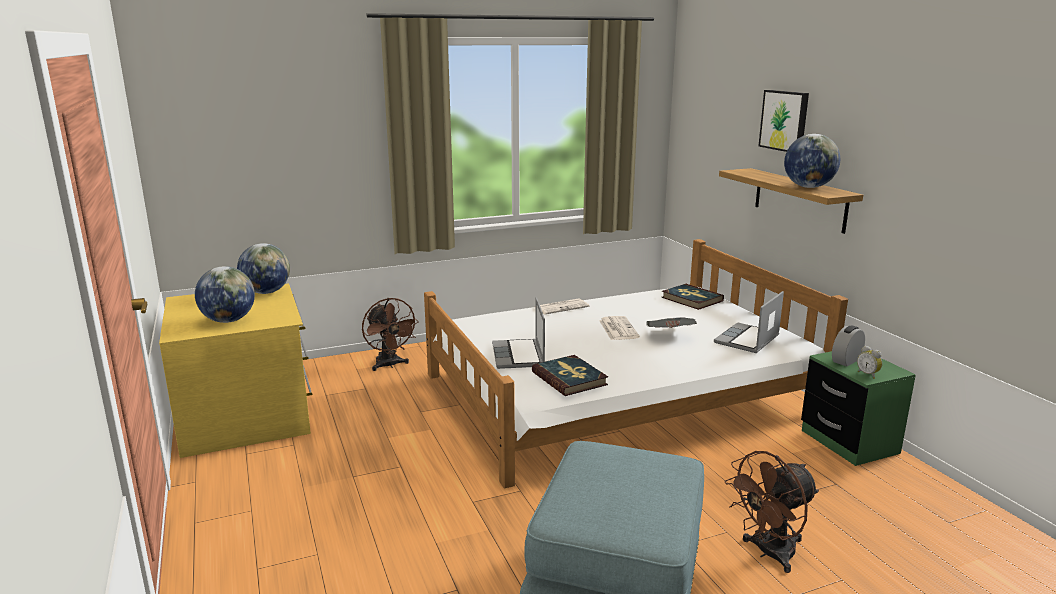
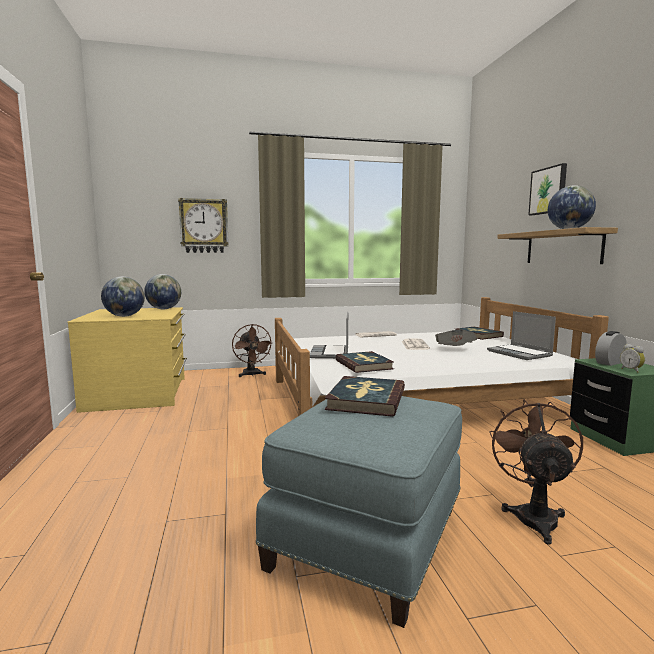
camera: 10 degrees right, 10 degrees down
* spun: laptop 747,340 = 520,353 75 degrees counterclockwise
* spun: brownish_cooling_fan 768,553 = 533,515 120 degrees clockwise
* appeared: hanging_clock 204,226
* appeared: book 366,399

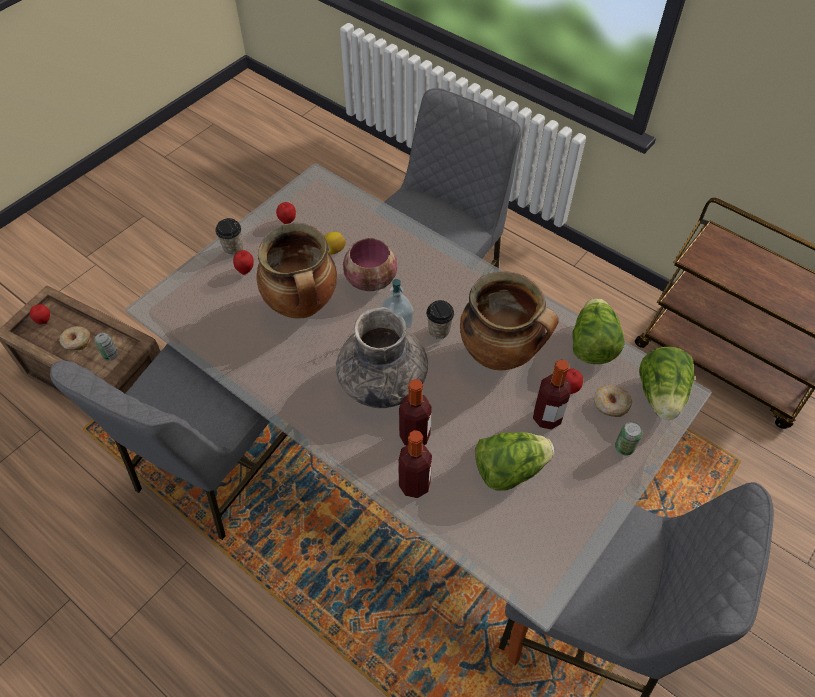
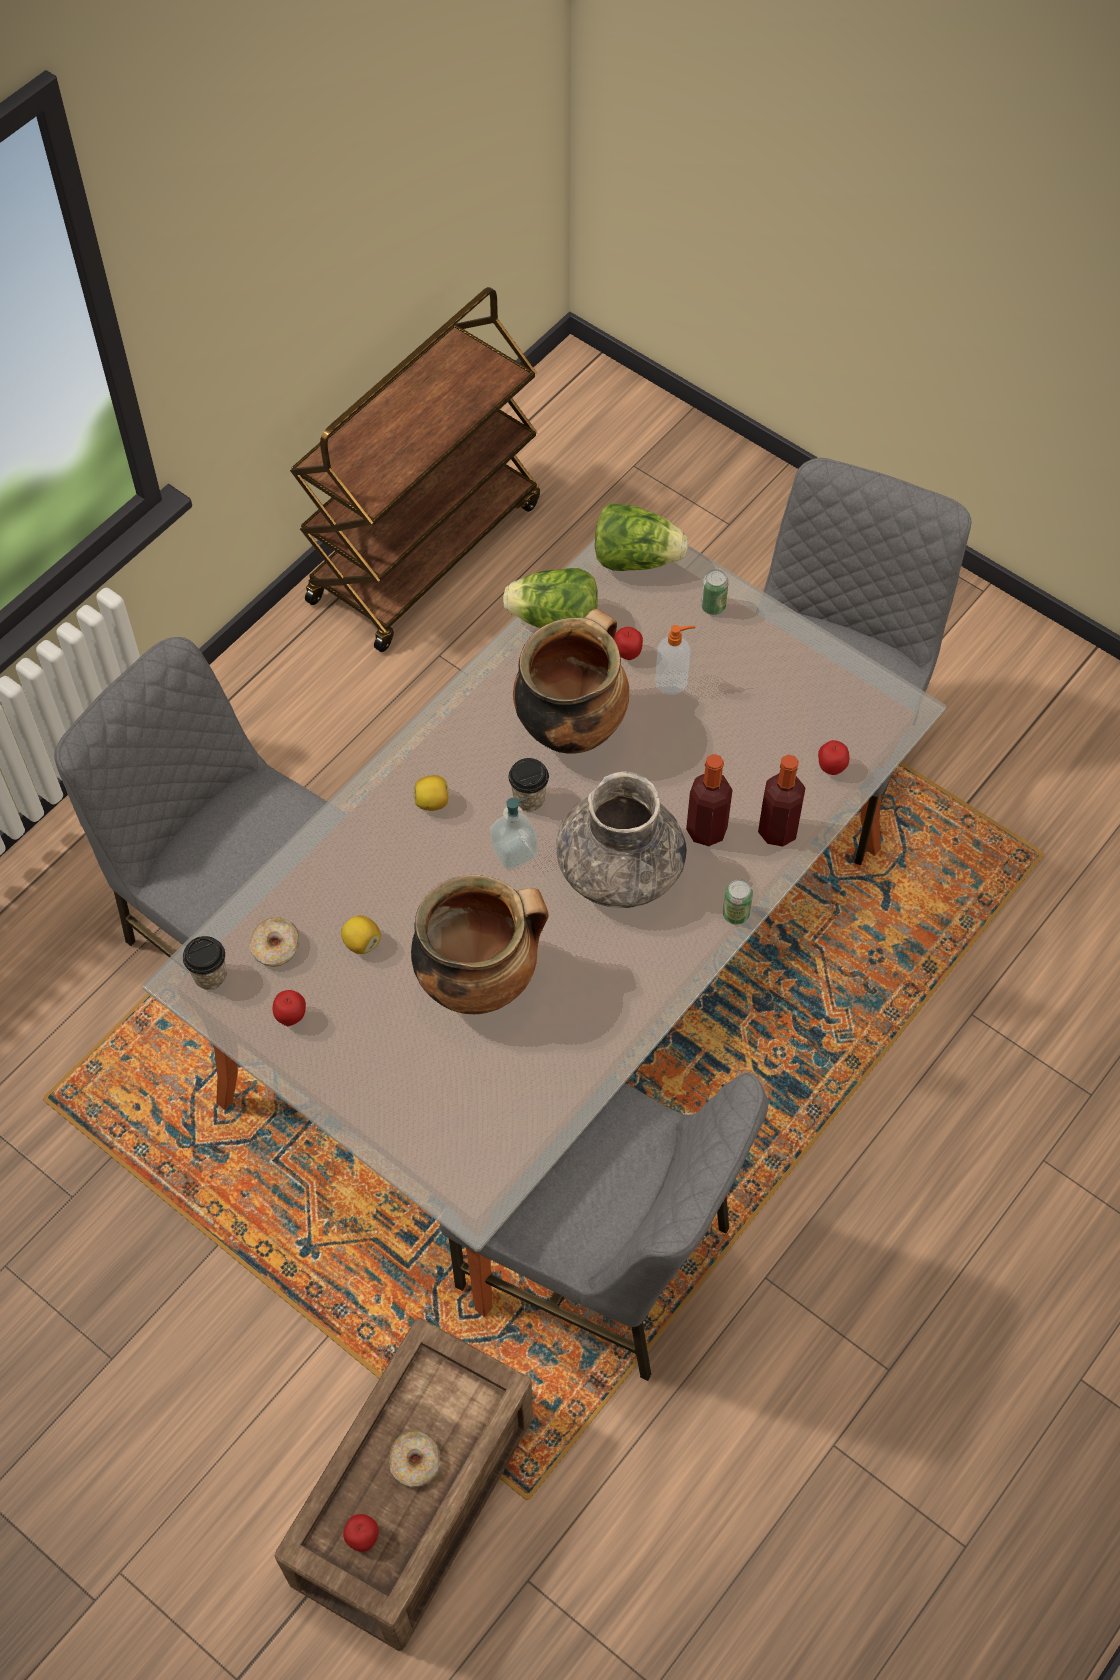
camera: 90 degrees left, 5 degrees up
* relocated: drinking_cup 233,248 to 210,976
* missing: bowl 372,281
* relocated: apple 245,270 to 831,768
* relocated: can 110,355 to 736,914
* exchanged: bottle 547,417 to soap_dispenser 672,682
* relocated: doughnut 610,404 to 276,947
* missing: lettuce_head 509,469
* appeared: whole_lemon 432,802

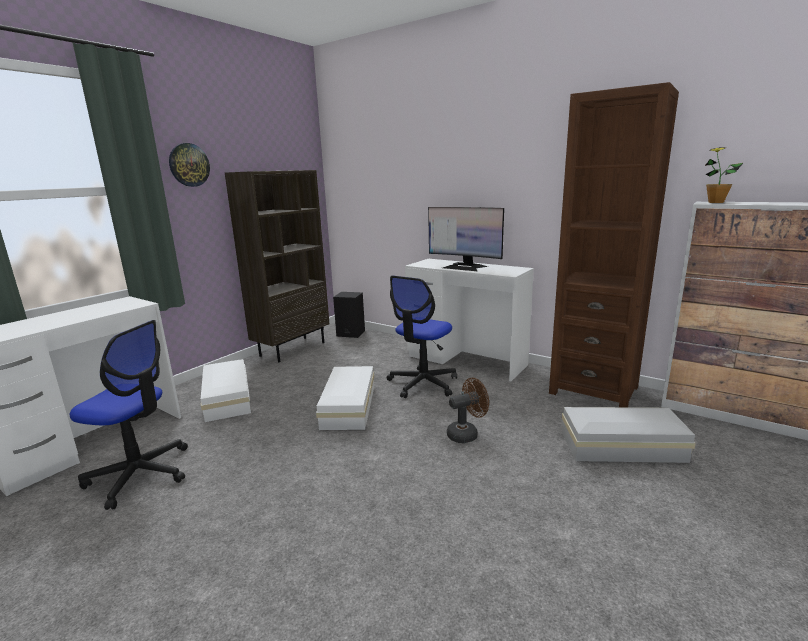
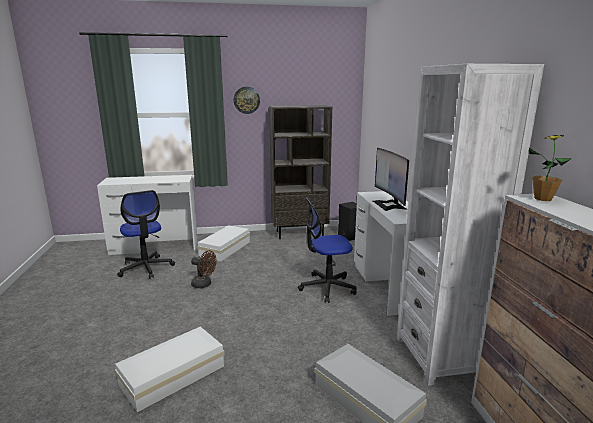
camera: 45 degrees right, 0 degrees up
* colour: brownish_shelving_unit 593,390 to whitish_shelving_unit 439,356
* relocated: whitish_storage_bin 347,407 to 171,376
* relocated: brownish_cooling_fan 466,434 to 204,284

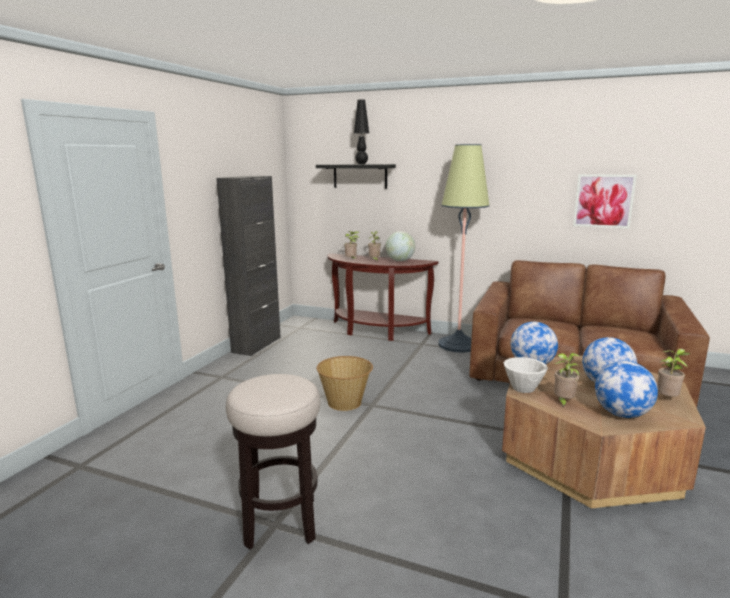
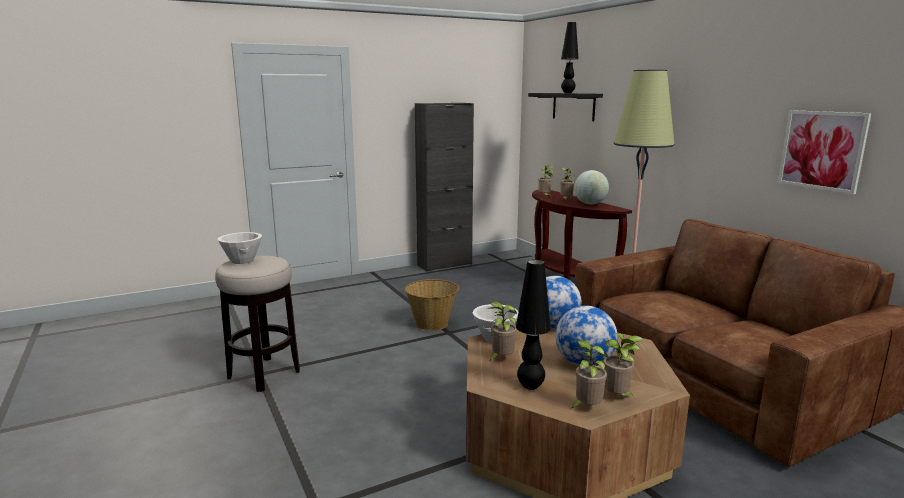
camera: 40 degrees right, 0 degrees up
* exchanged: desk_globe 621,414 to black_table_lamp 530,386
* appeared: whitish_bowl 242,260
* appeared: plant_in_a_pot 586,407

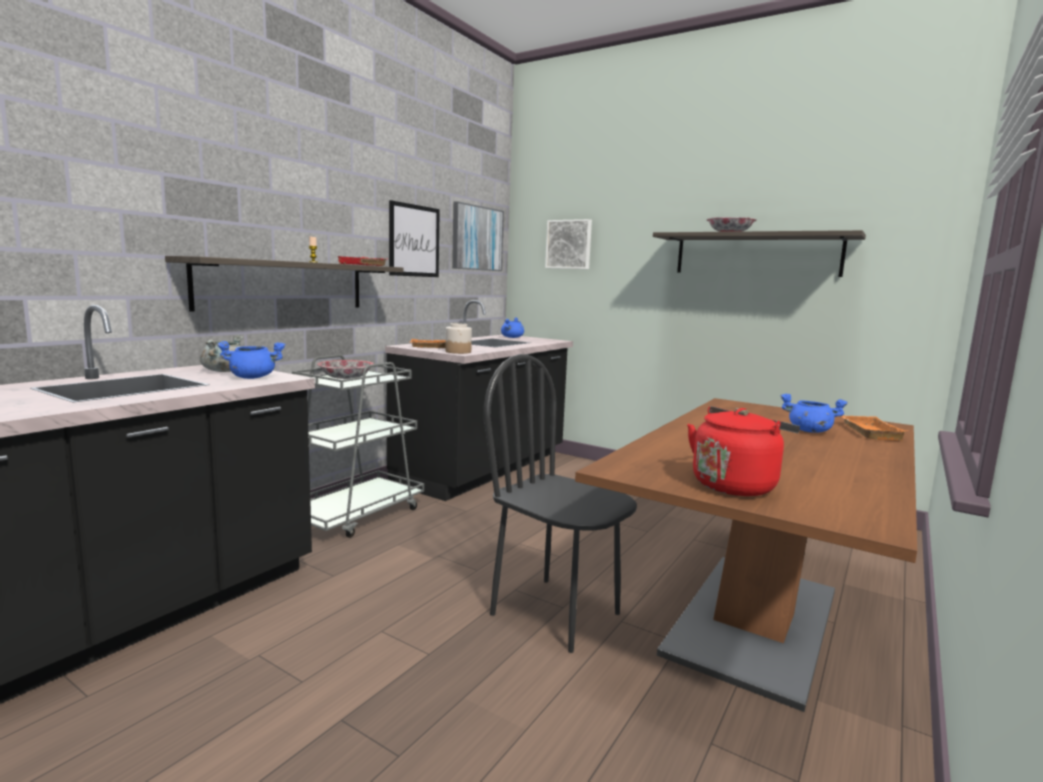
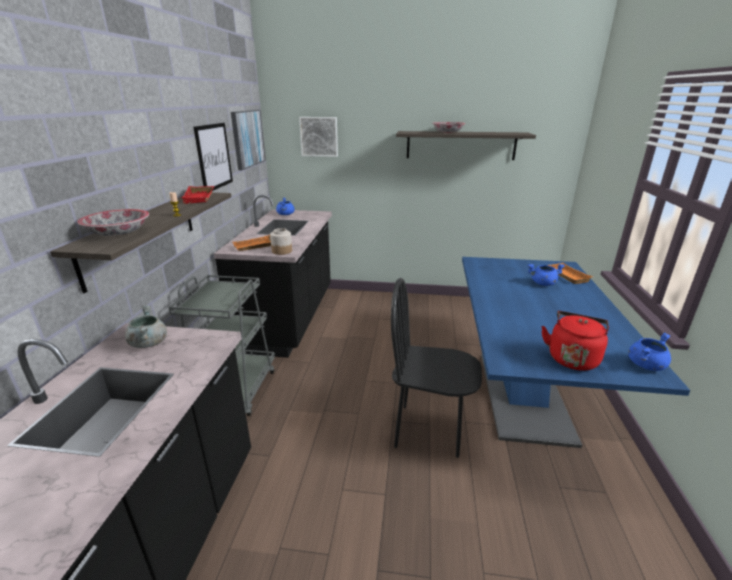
camera: 25 degrees left, 15 degrees up
* relocated: blue_saucepot 253,377 to 645,365
* relocated: bowl 346,378 to 118,233
* colour: brownish_dining_table 754,621 to blue_dining_table 523,395

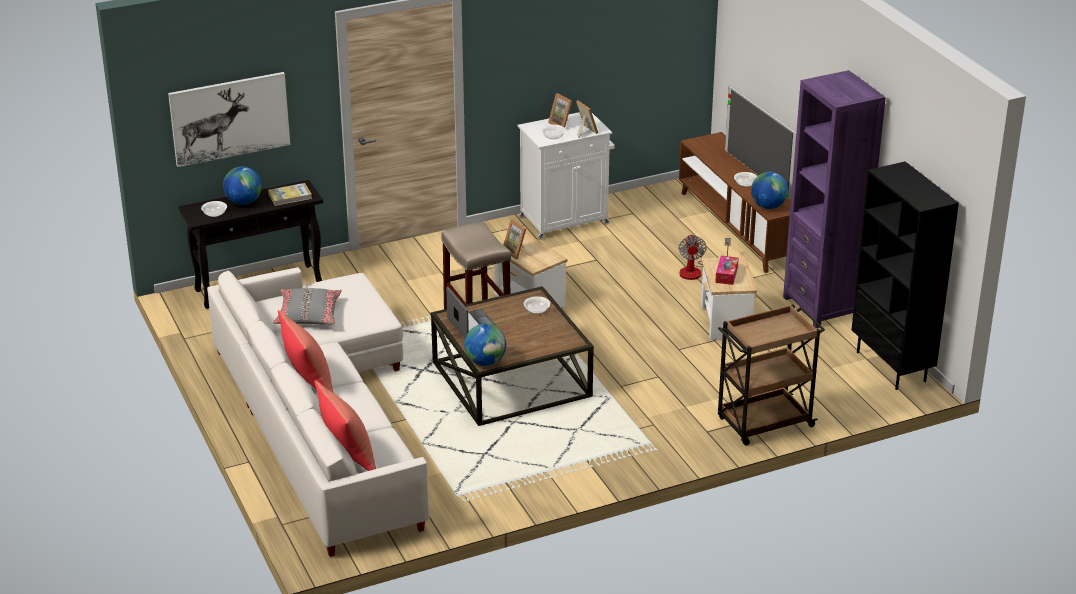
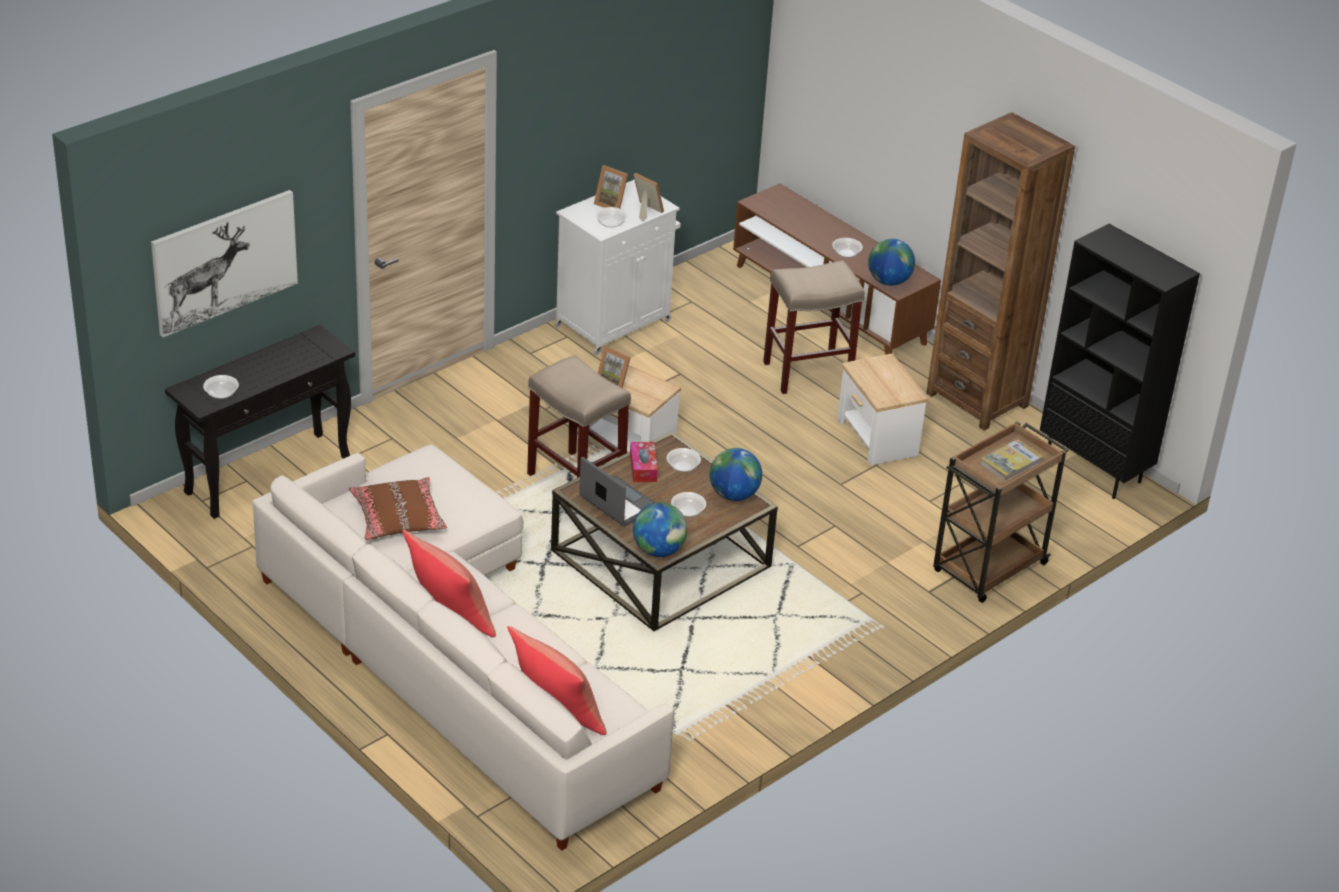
camera: 20 degrees left, 5 degrees up
* colour: purple_shelving_unit 822,306 to brownish_shelving_unit 977,400
* missing: television 757,174
* relocated: desk_globe 243,202 to 733,495
* relocated: book 290,196 to 1010,463
* exchanged: cooling_fan 697,271 to beige_stool_seat 808,372
* relocated: tissue_box 726,275 to 643,468
* colour: grey_cushion 308,314 to brownish_cushion 397,518
* appeared: bowl 688,511

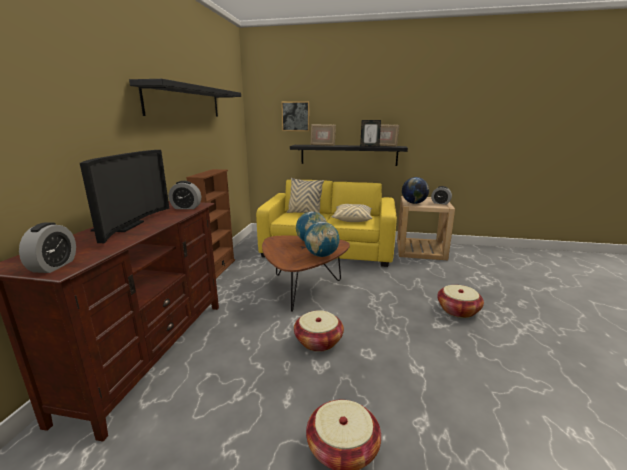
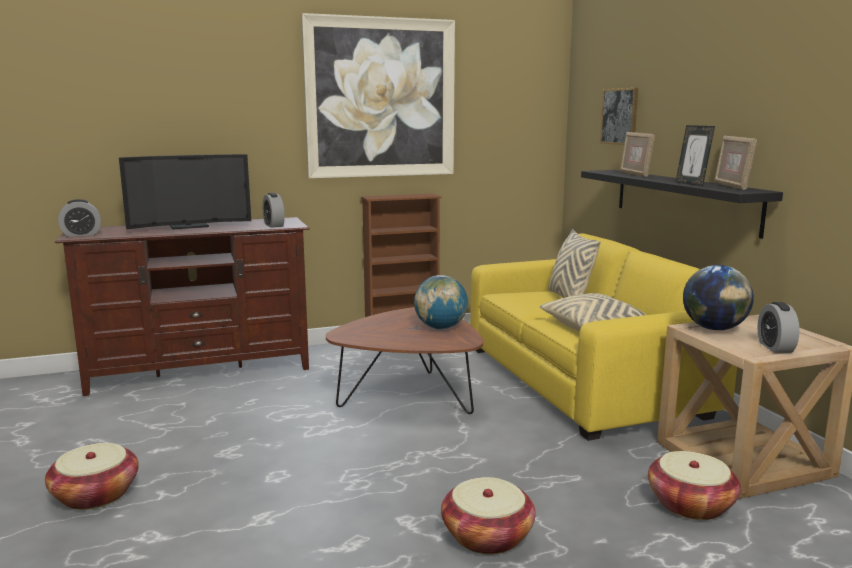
camera: 60 degrees right, 5 degrees down
* exchanged: black_bracket_shelf 185,102 to wall_picture 380,98
* missing: desk_globe 321,255
* relocated: household_basket 318,341 to 690,505

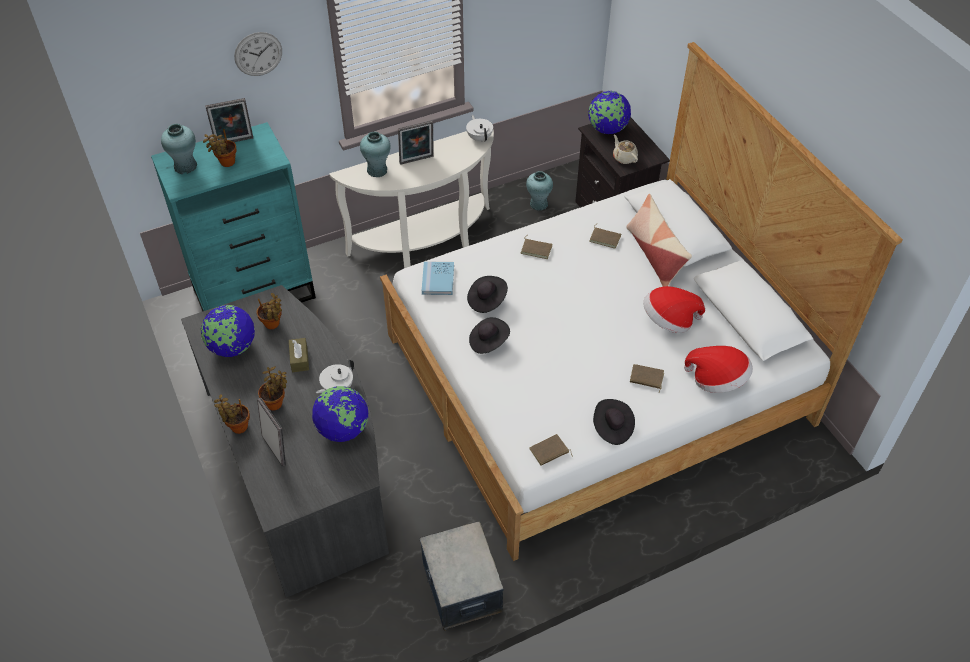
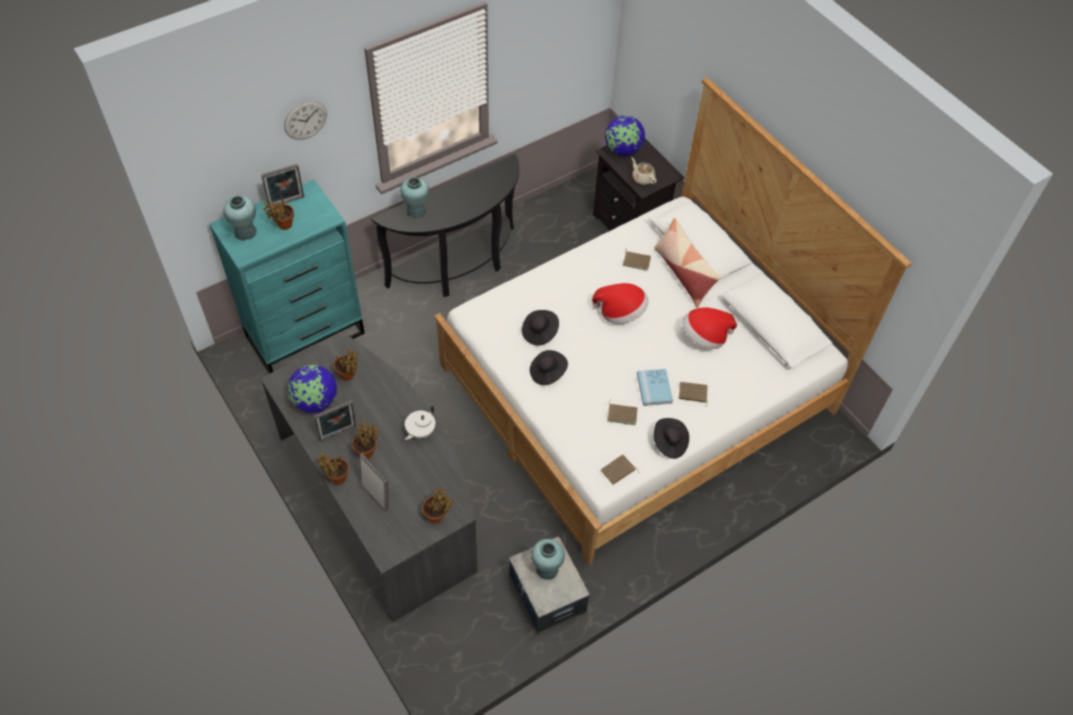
camera: 10 degrees left, 5 degrees up
* missing: whitish_teapot 479,138
* relocated: photo_frame 417,161 to 338,434
* colour: whitish_narrow_table 426,242 to black_narrow_table 459,268
* relocated: blue-green_vase 538,204 to 547,569
* relocated: brownish_book 536,249 to 622,414
* relocated: blue_book 438,279 to 654,388
* missing: brownish_tissue_box 299,359
* relocated: wearable_hat 717,380 to 620,312
* missing: desk_globe 343,429
* appeared: plant_in_a_pot 437,516

